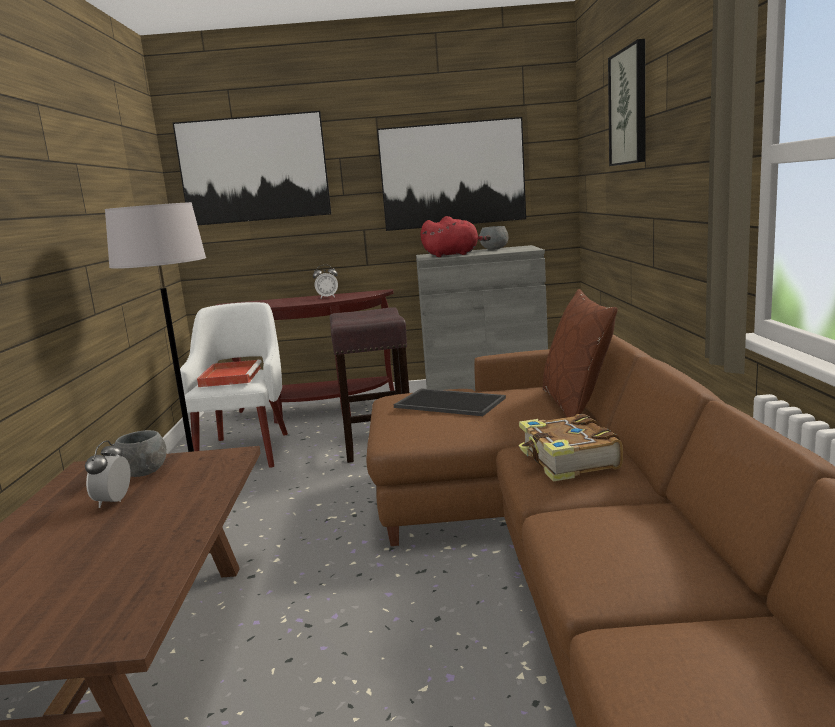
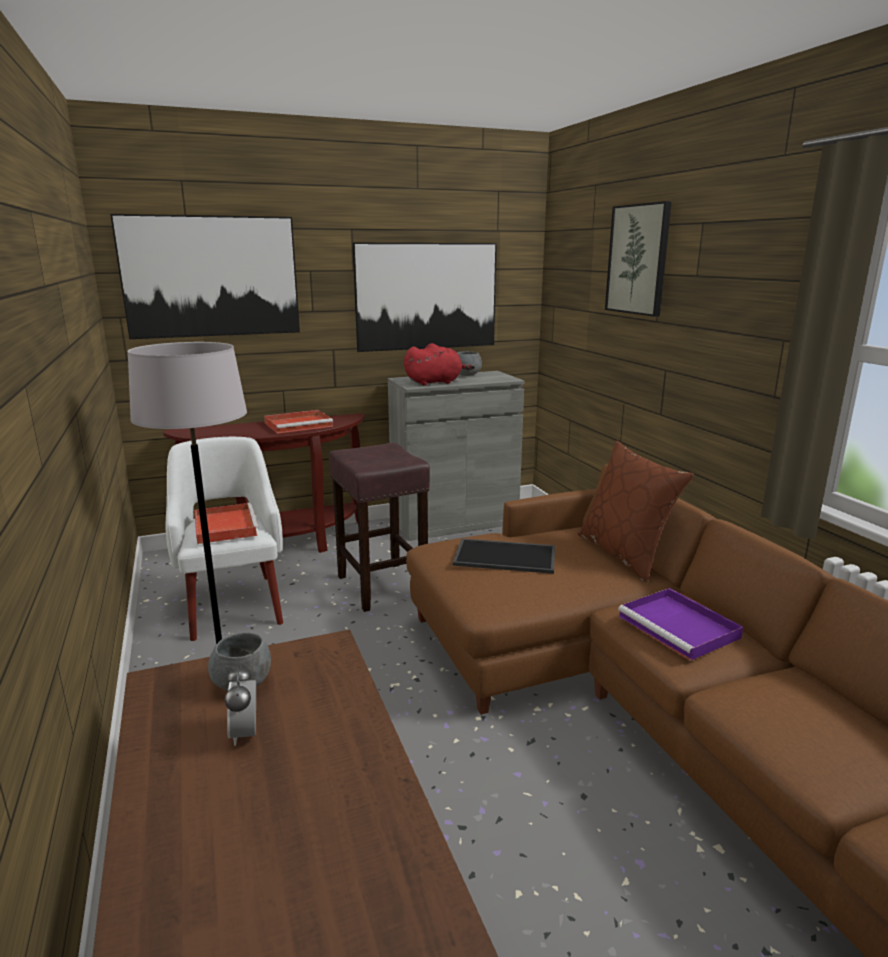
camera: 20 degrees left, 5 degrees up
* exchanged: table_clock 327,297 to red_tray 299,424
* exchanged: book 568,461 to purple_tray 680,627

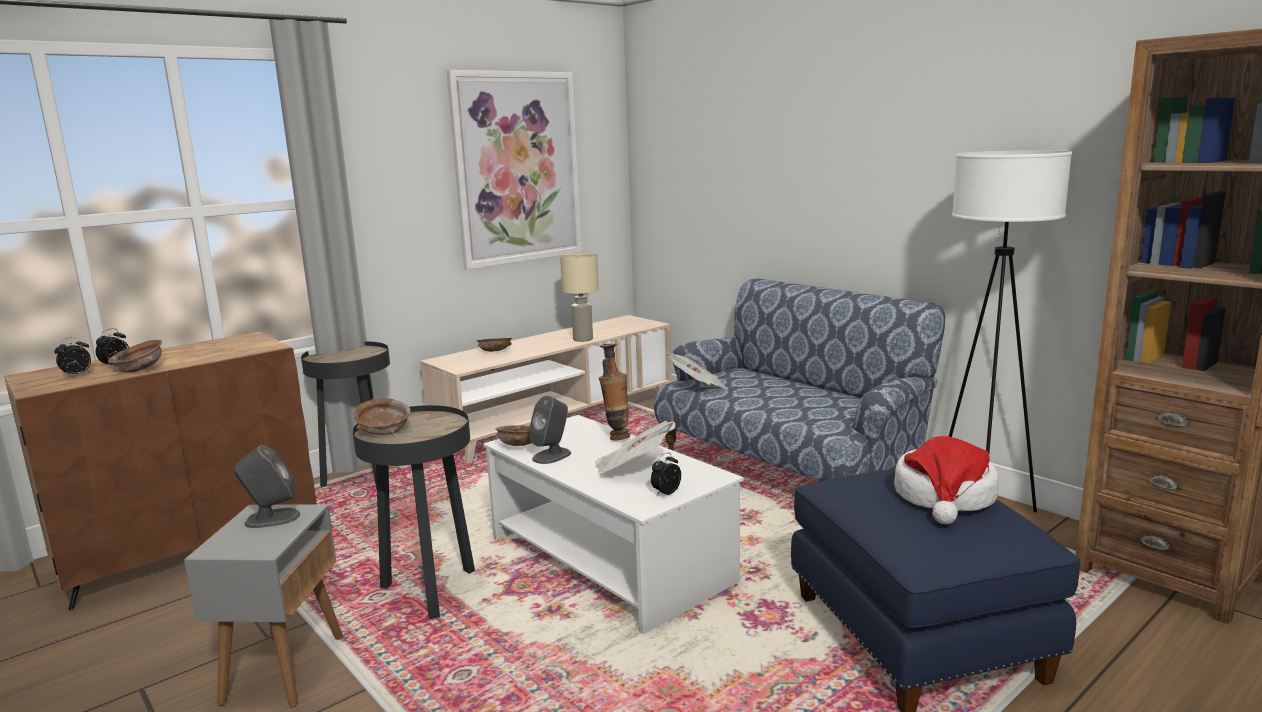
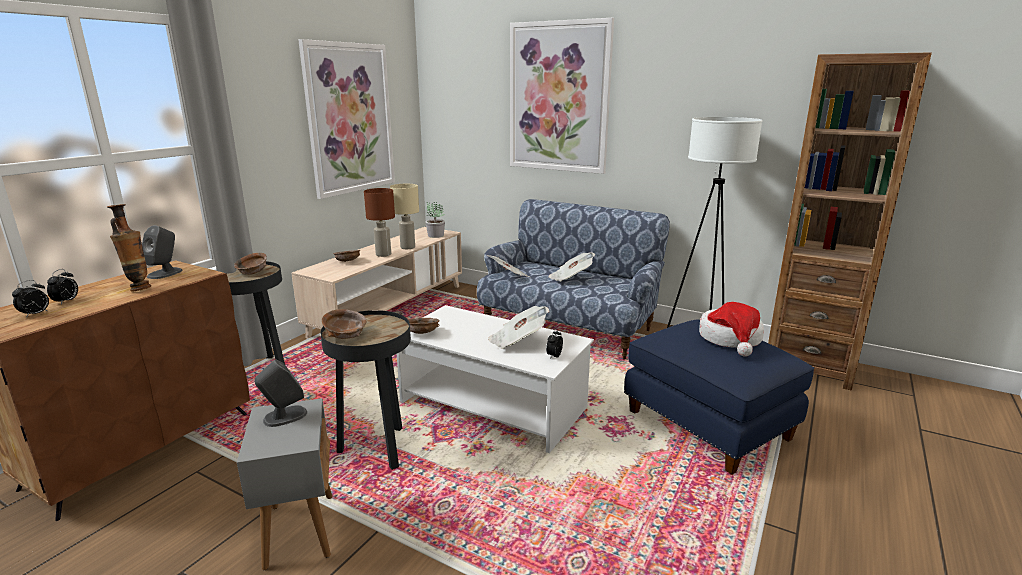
camera: 20 degrees left, 5 degrees up
* relocated: brownish_bowl 139,369 to 253,272
* relocated: vase 616,437 to 139,288
* relocated: grey_speaker 552,456 to 165,273
* appeared: wall_picture 559,98
* appeared: brownish_table_lamp 384,254
* appeared: plant_in_a_pot 435,235
* appeared: printed_paper 570,278

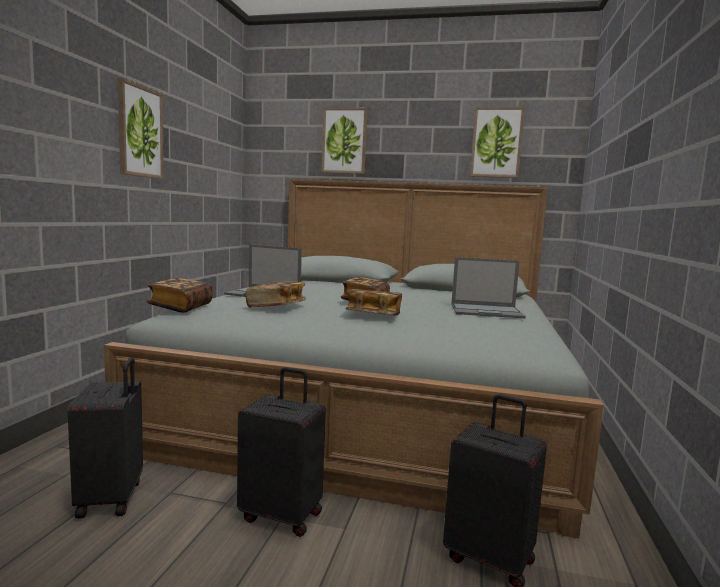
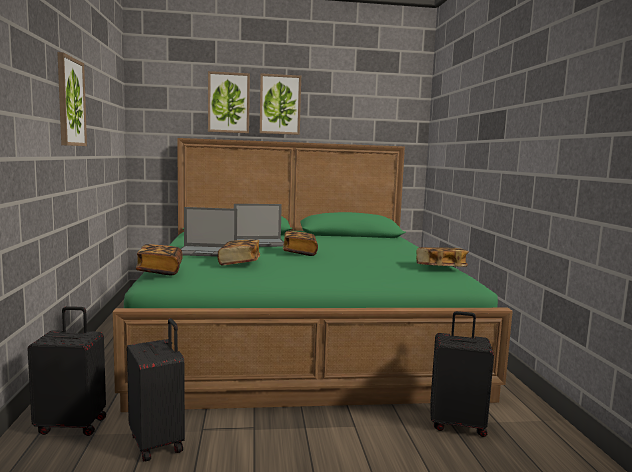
camera: 20 degrees left, 0 degrees up
* relocated: wall_picture 496,142 to 280,104
* colour: grey_bed 375,399 to greenish_bed 299,333
* relocated: laptop 487,311 to 260,243
* relocated: book 373,315 to 440,268
* relocated: black_piece_of_luggage 282,515 to 72,425

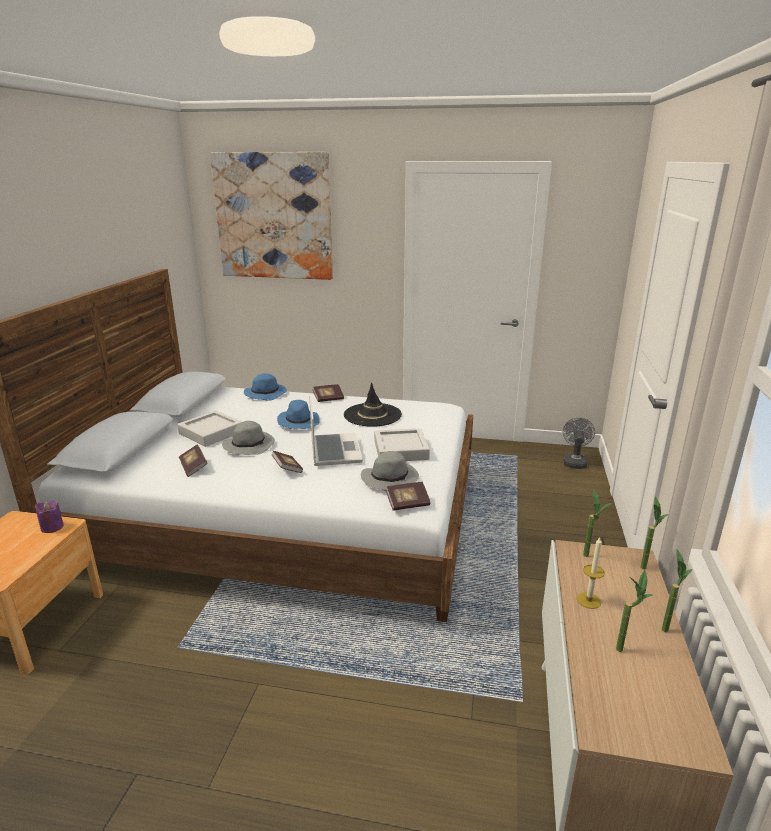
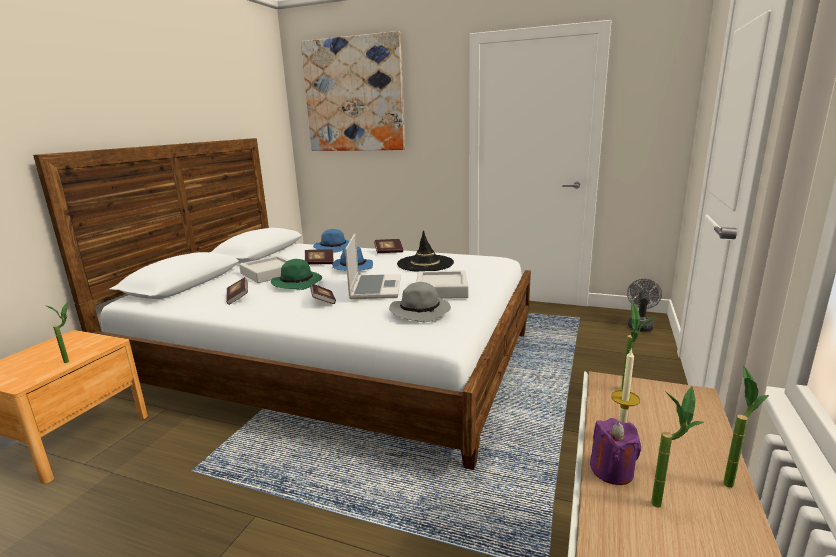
camera: 10 degrees right, 5 degrees down
* colour: grey_wearable_hat 249,445 to greenish_wearable_hat 298,283
* relocated: book 407,504 to 319,263
* relocated: plant_in_a_pot 644,564 to 72,360
* relocated: purple_candle 52,527 to 612,471

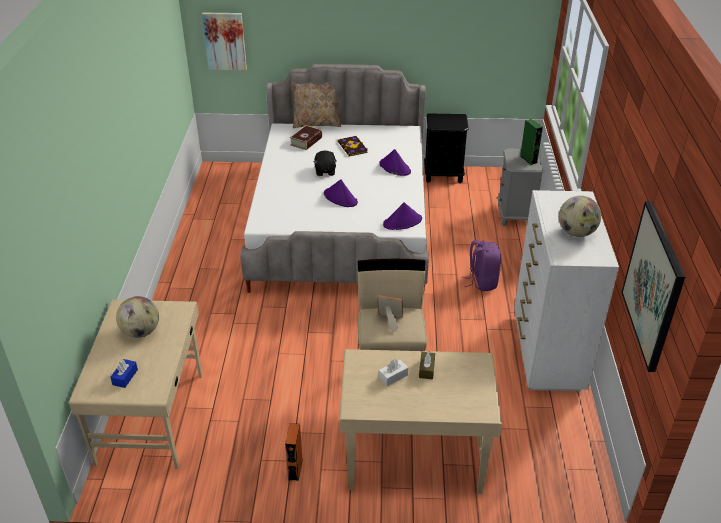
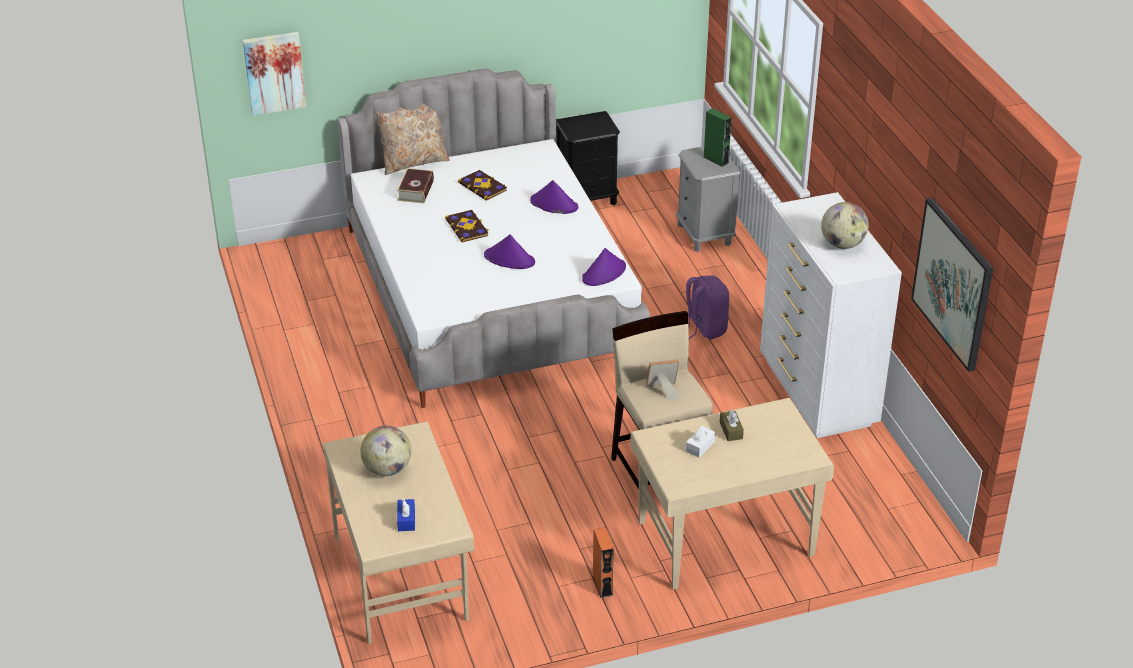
camera: 20 degrees left, 0 degrees up
* exchanged: black_soft_toy 325,171 to book 467,227

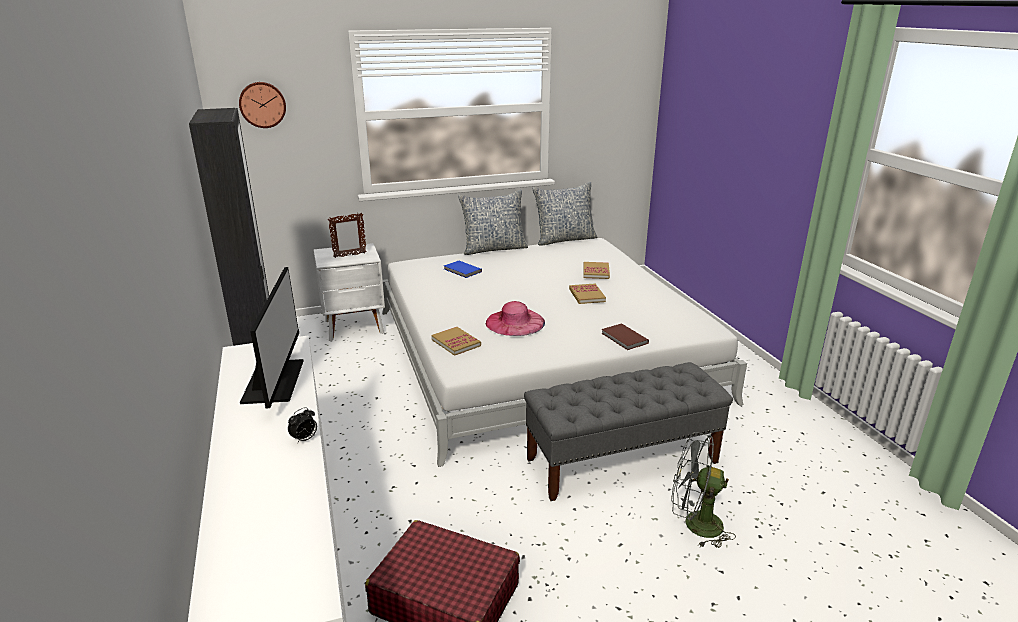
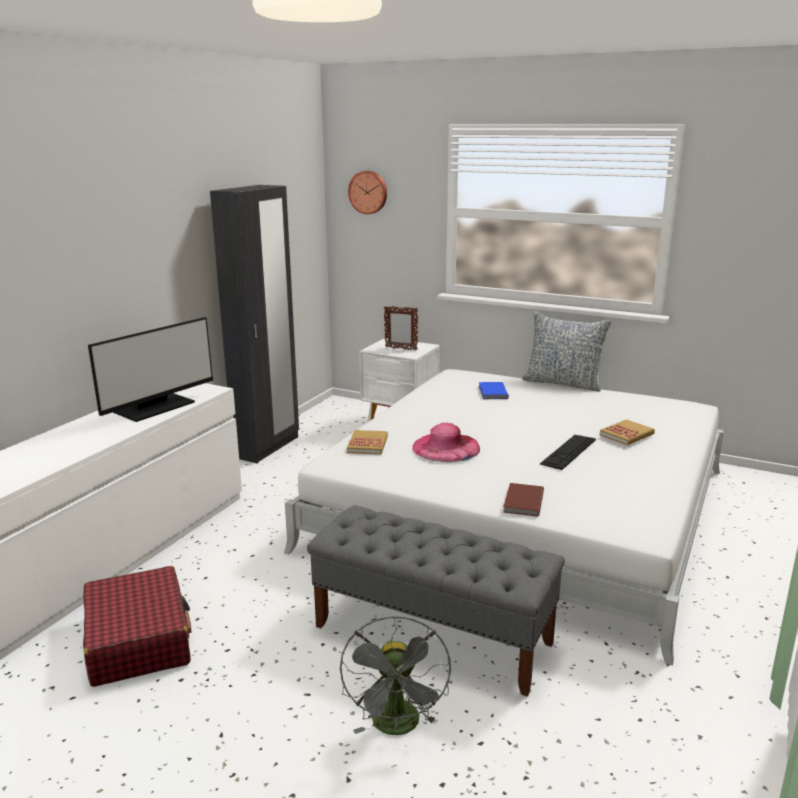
camera: 45 degrees right, 5 degrees down
* missing: cushion 564,239
* exchanged: book 587,295 to computer_keyboard 568,451
* missing: table_clock 305,439
* spun: grey_cooling_fan 694,524 = 398,727 150 degrees counterclockwise

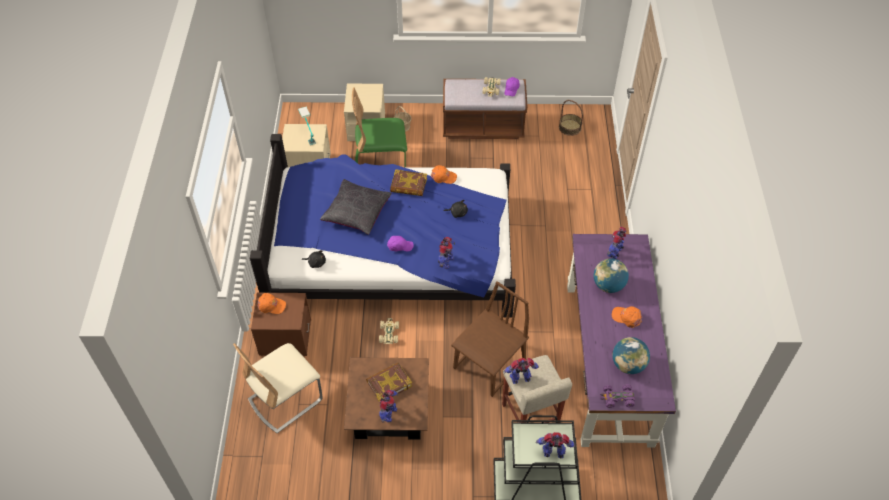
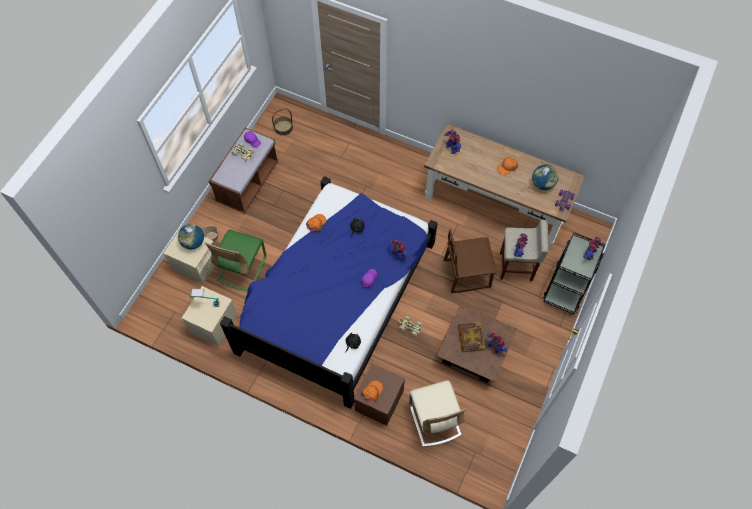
camera: 65 degrees left, 10 degrees up
* missing: book 408,185
* missing: black_cushion 356,212
* colour: purple_desk_table 608,362 to brownish_desk_table 496,203
* relocated: desk_globe 608,285 to 193,242
* spun: brownish_chair 490,365 = 466,273 75 degrees counterclockwise

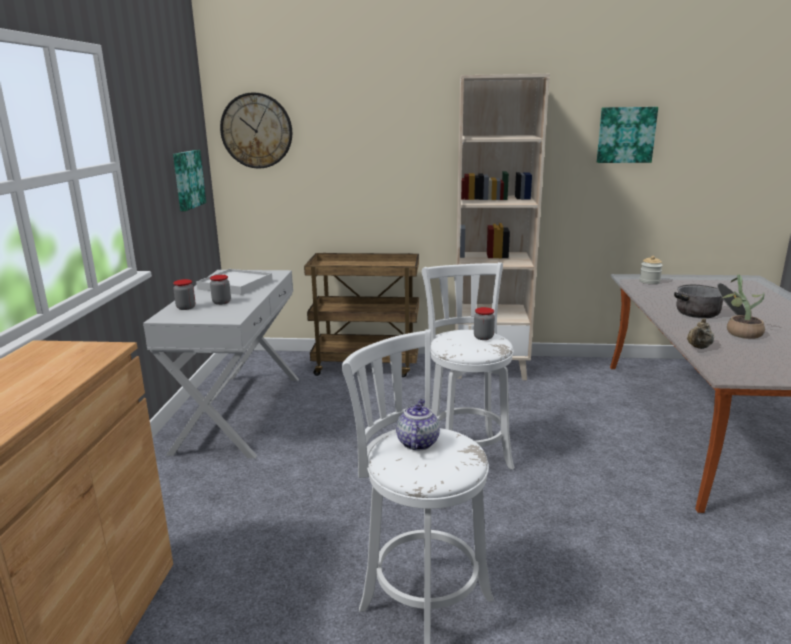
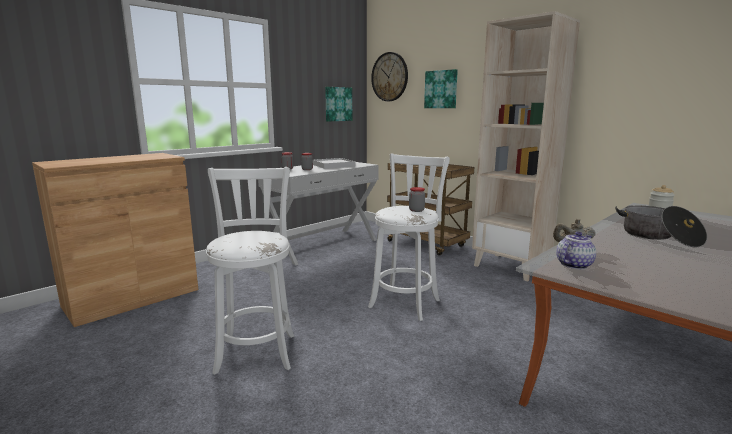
camera: 40 degrees right, 5 degrees down
* relocated: wall_picture 625,135 to 441,89
* missing: plant_in_a_pot 739,332
* relocated: teapot 417,442 to 574,264

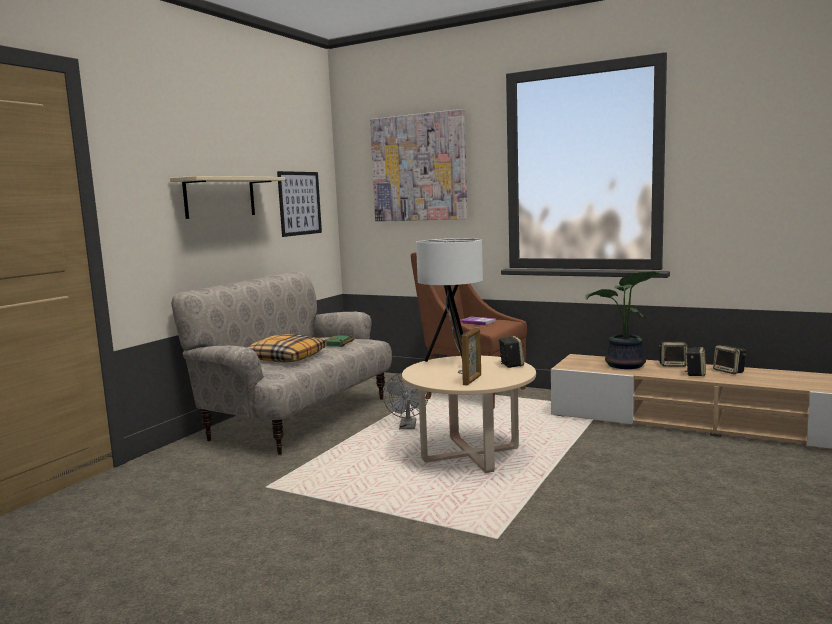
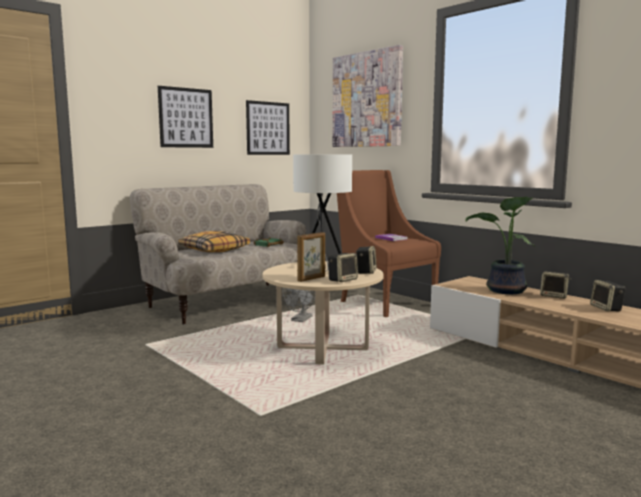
camera: 20 degrees right, 0 degrees up
* exchanged: beige_bracket_shelf 220,197 to wall_picture 186,118
* relocated: speaker 695,373 to 342,280

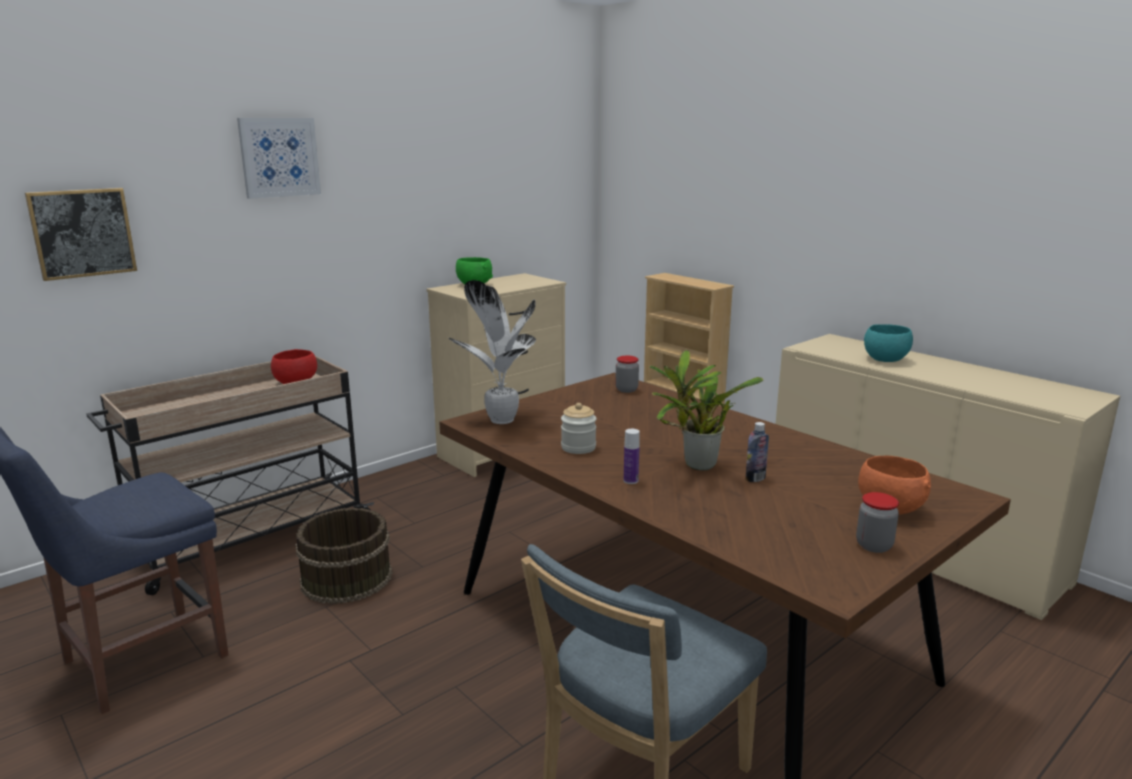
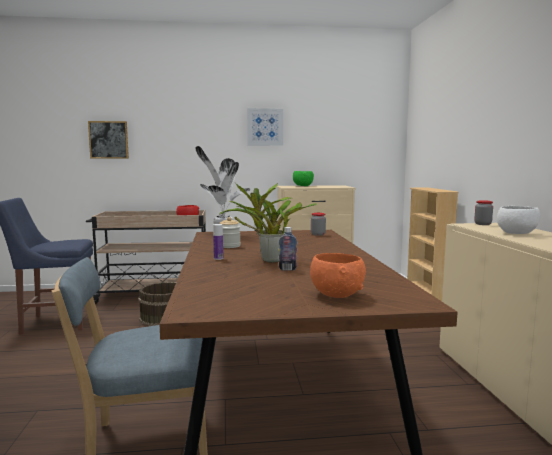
camera: 35 degrees right, 10 degrees down
* relocated: wall_picture 279,157 to 265,127
* colour: blue-green_bowl 885,360 to whitish_bowl 516,233
* relocated: storage_jar 874,546 to 482,224

